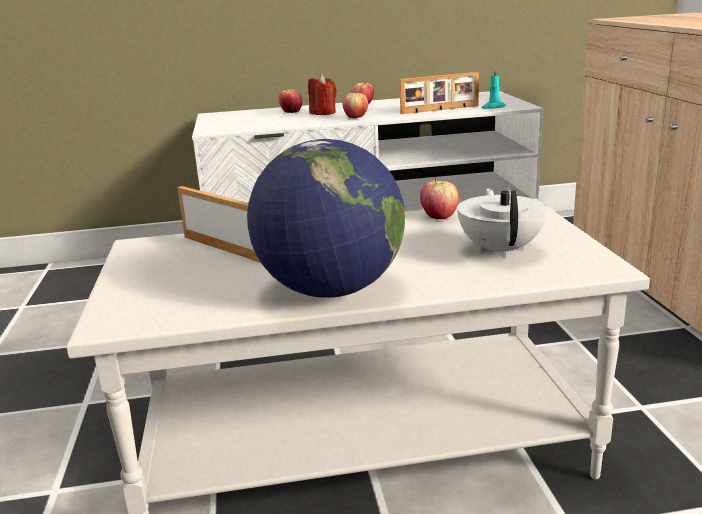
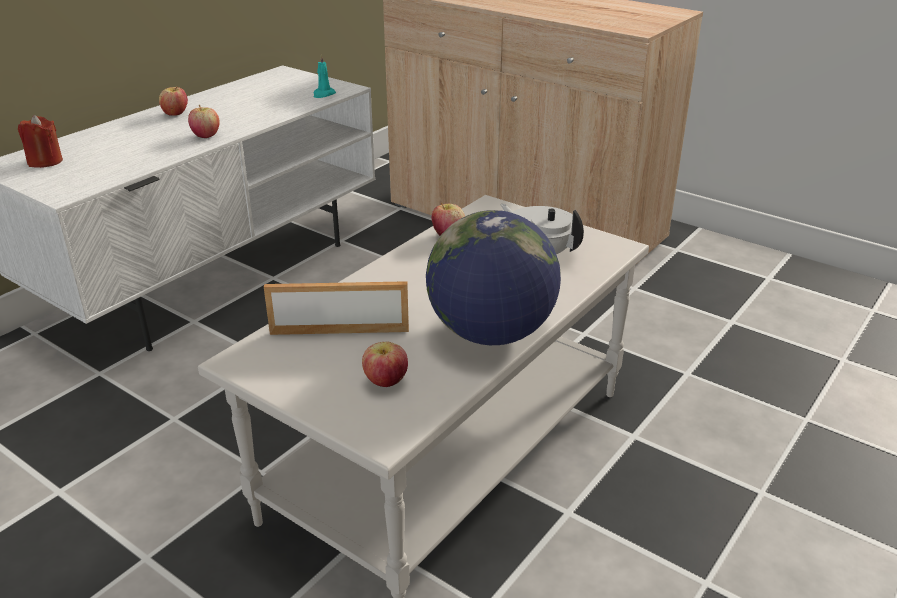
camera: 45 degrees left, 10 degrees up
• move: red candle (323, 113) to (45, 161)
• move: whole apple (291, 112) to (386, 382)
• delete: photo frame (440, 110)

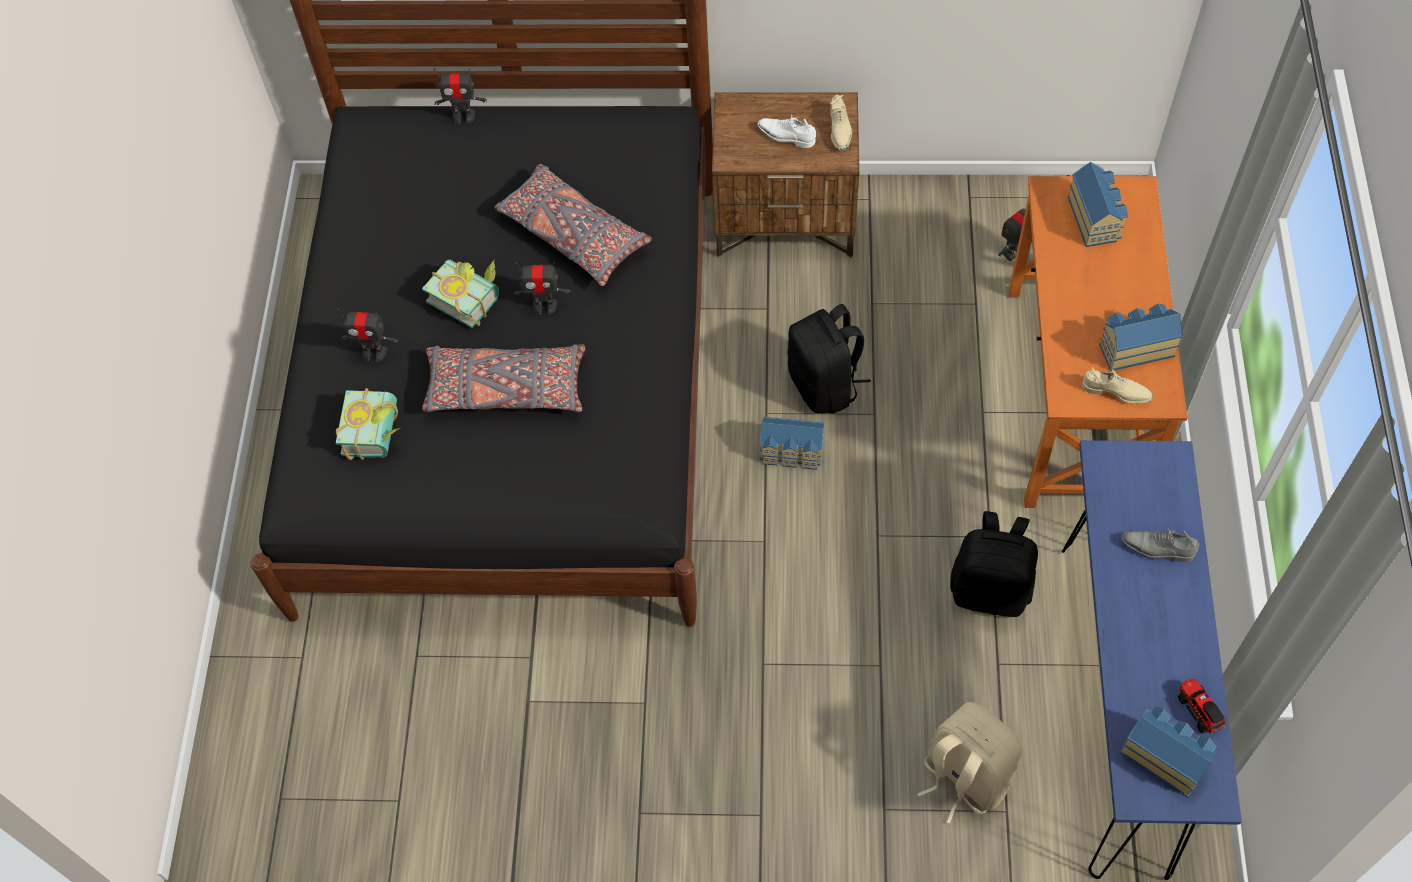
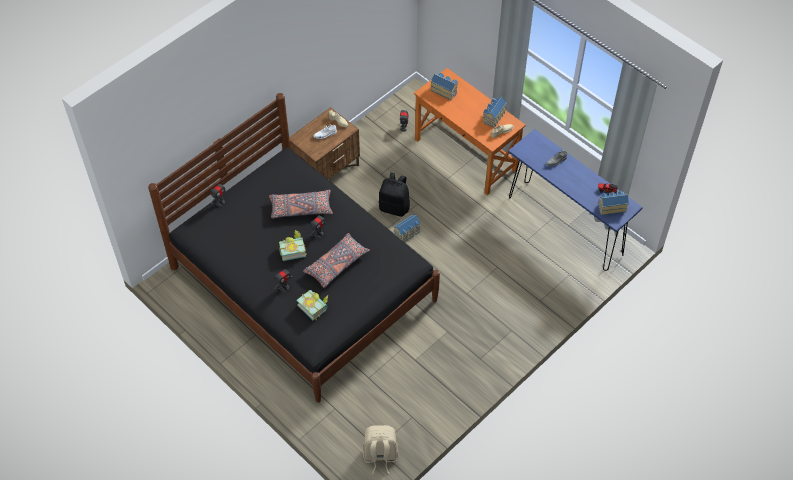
camera: 50 degrees left, 5 degrees down
• move: beige rucksack (964, 776) to (380, 456)
• delete: black-coloured rucksack (991, 589)

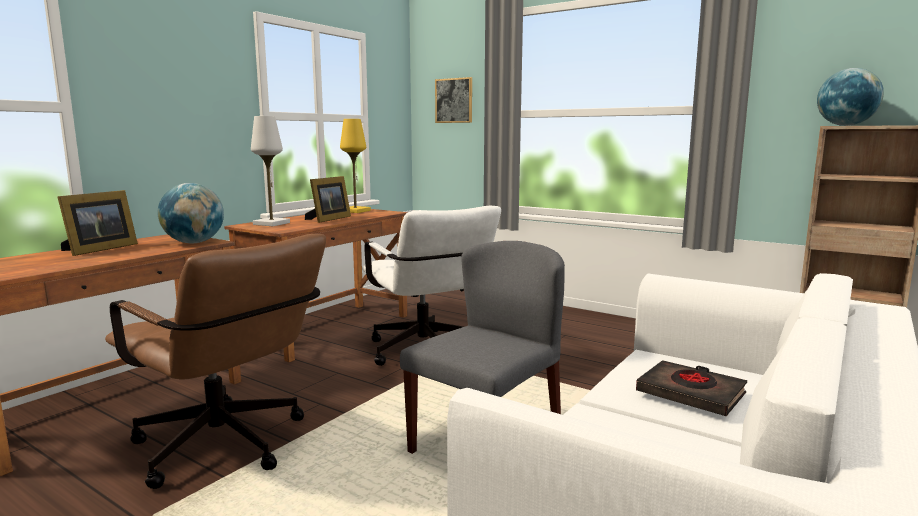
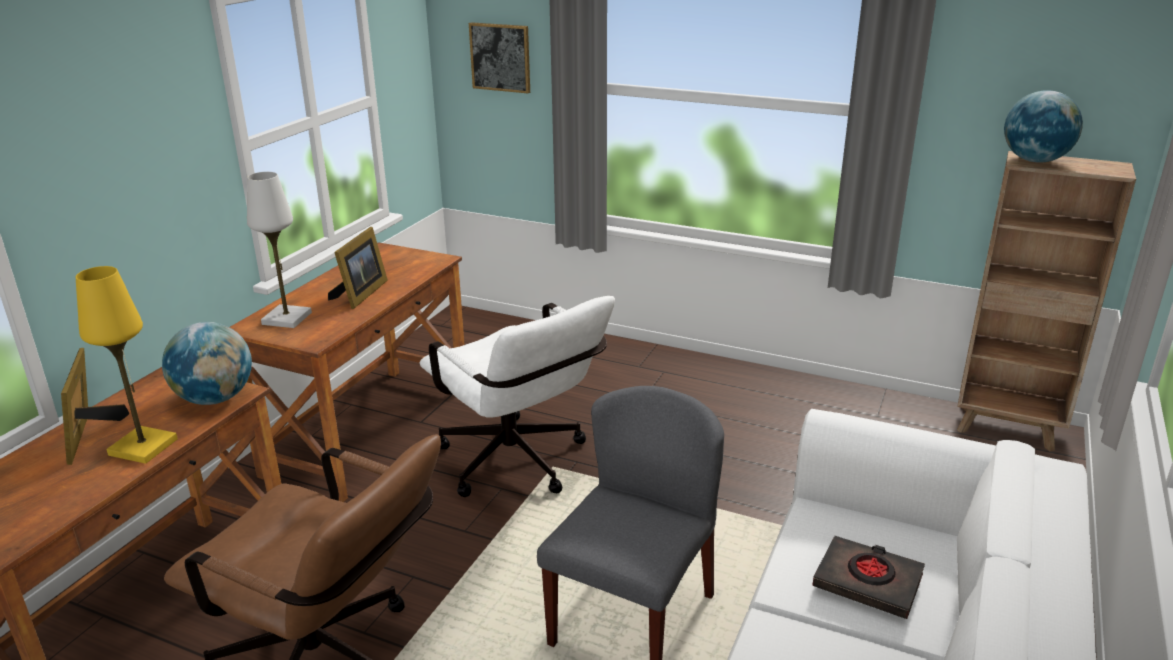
camera: 10 degrees left, 15 degrees up
• rotate: photo frame (98, 249) = (92, 435) 150 degrees clockwise
• move: yellow tabletop lamp (355, 211) to (143, 447)

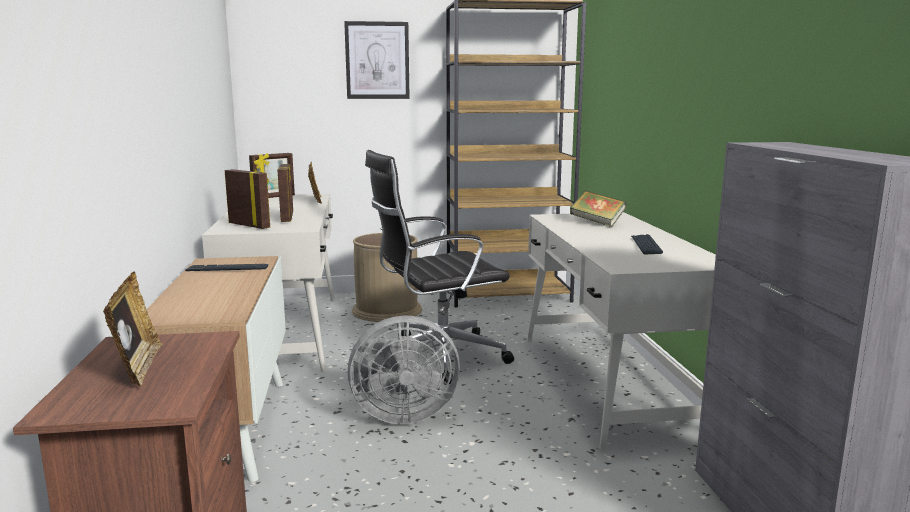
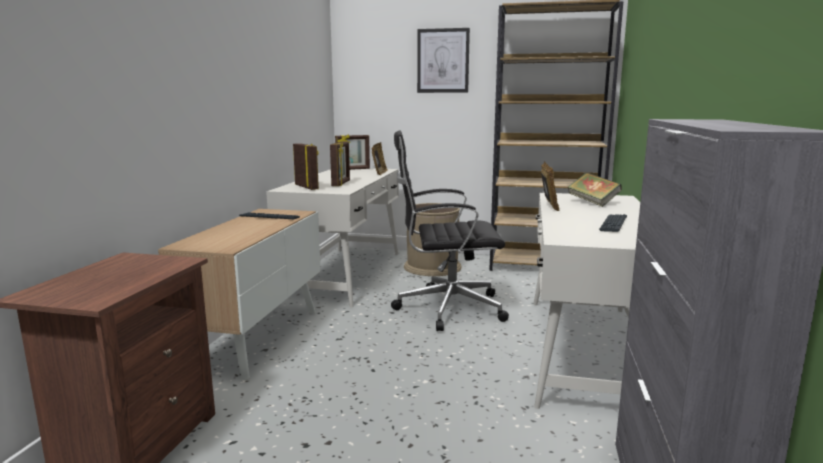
camera: 20 degrees right, 0 degrees up
• move: photo frame (138, 368) to (548, 206)
• delete: gray cooling fan (400, 414)

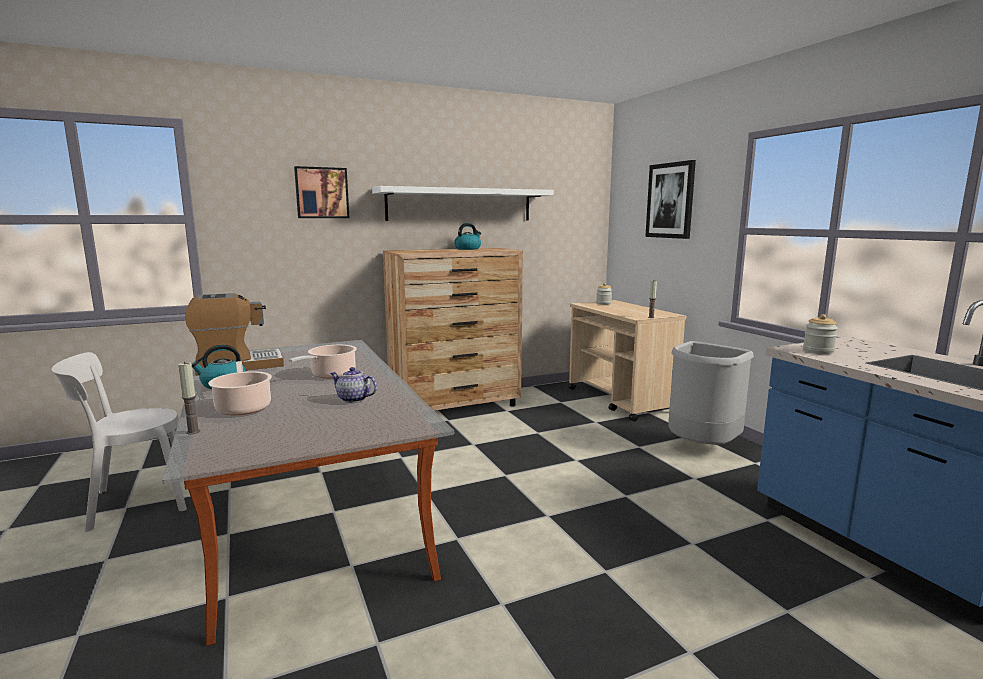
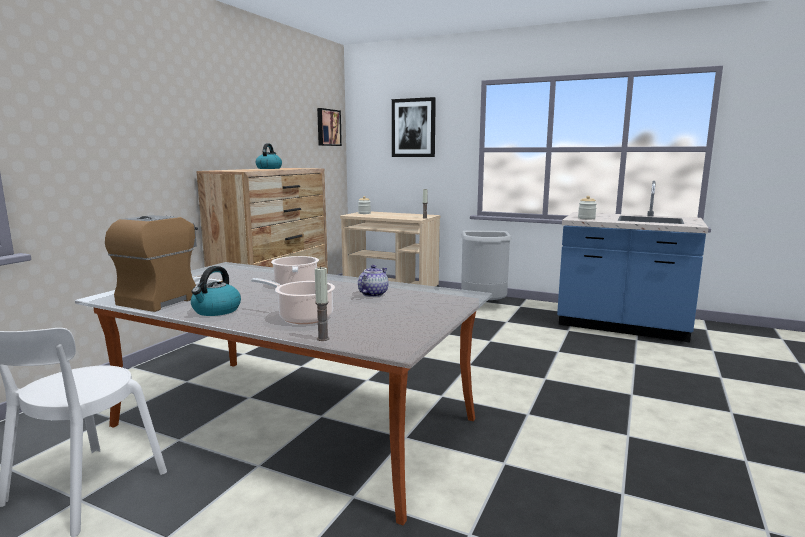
camera: 40 degrees left, 0 degrees up
• move: wall art (322, 193) to (328, 127)
• rotate: teapot (353, 399) = (372, 294) 135 degrees clockwise
• delete: white-coloured shelf (460, 205)

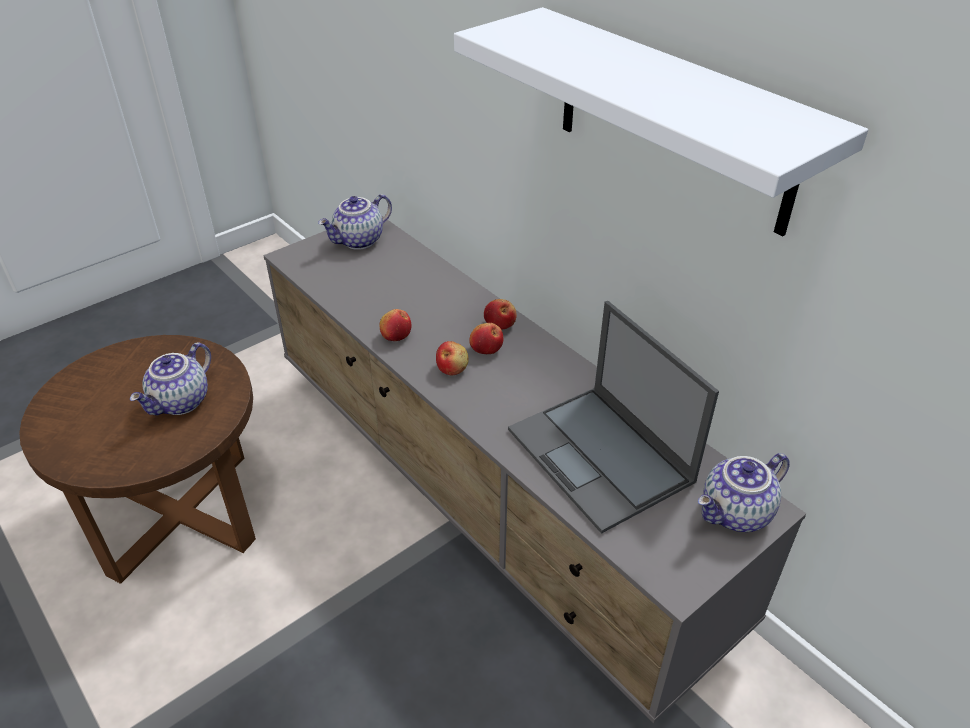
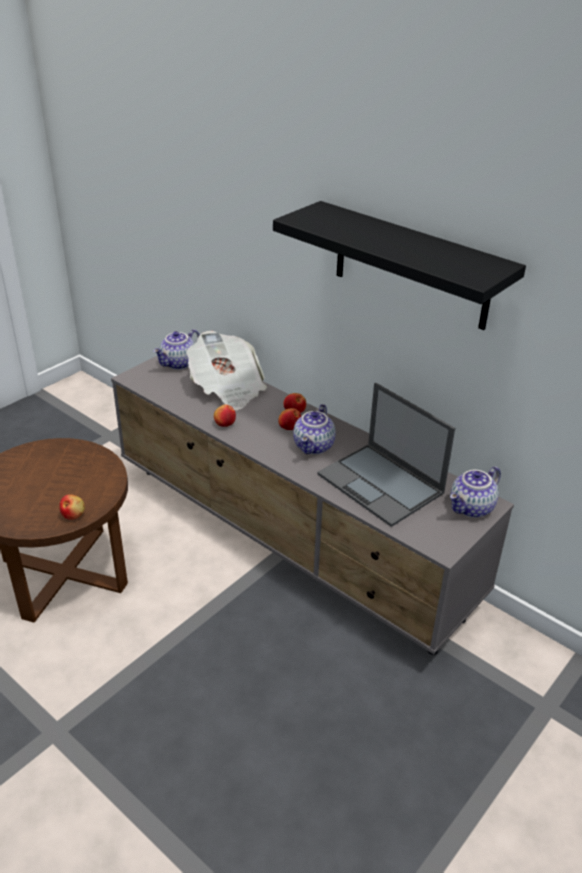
camera: 10 degrees left, 5 degrees down
• move: whole apple (452, 368) to (73, 514)
• insert: newspaper (227, 388)
• recolor: white-coloured shelf (673, 120) to black-coloured shelf (411, 266)
• move: teapot (181, 402) to (314, 446)

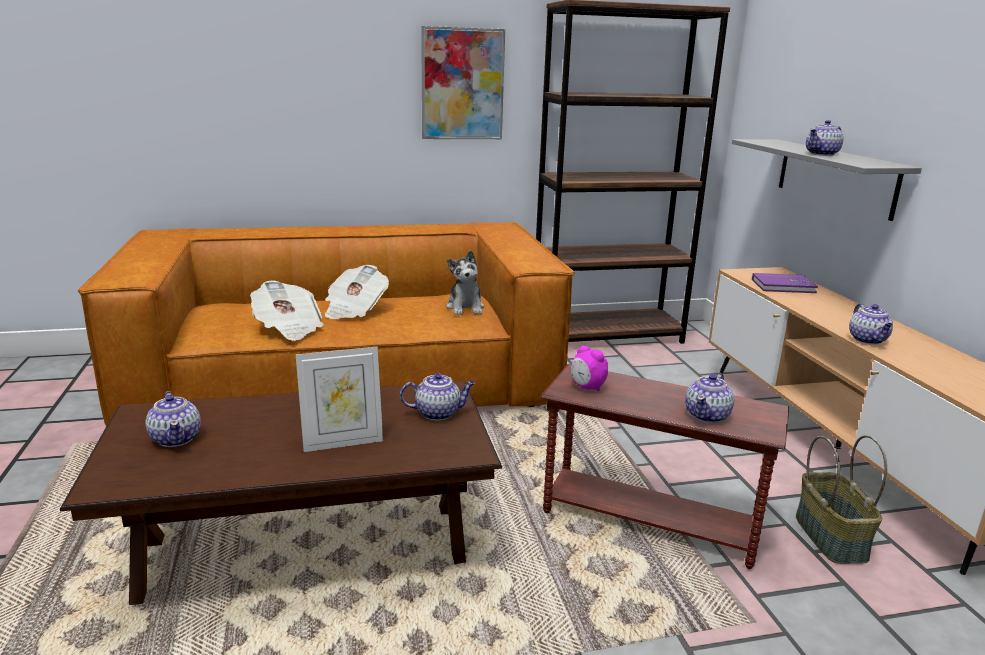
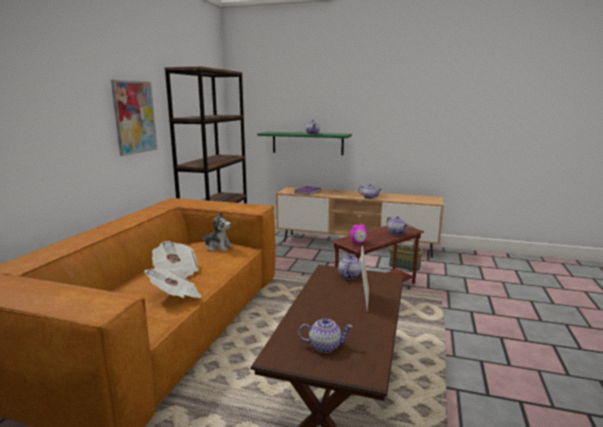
camera: 60 degrees left, 5 degrees down
• recolor: gray shelf (835, 177) to greenish shelf (307, 143)

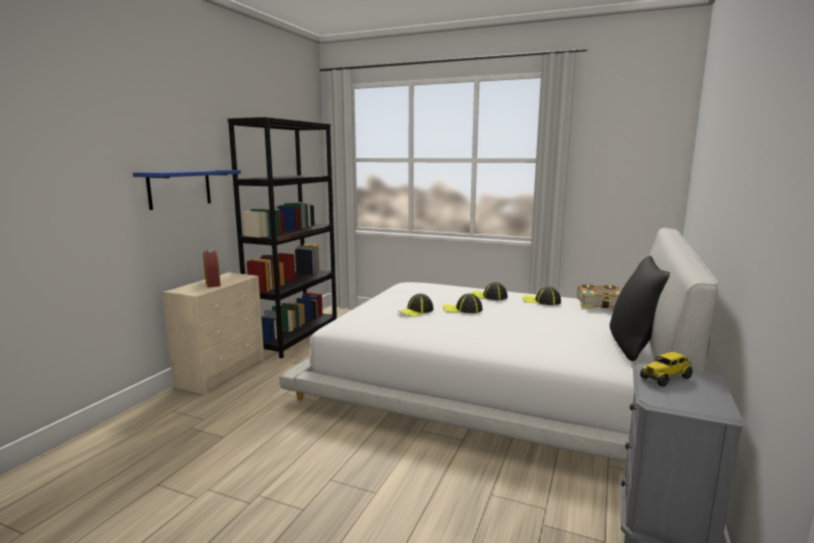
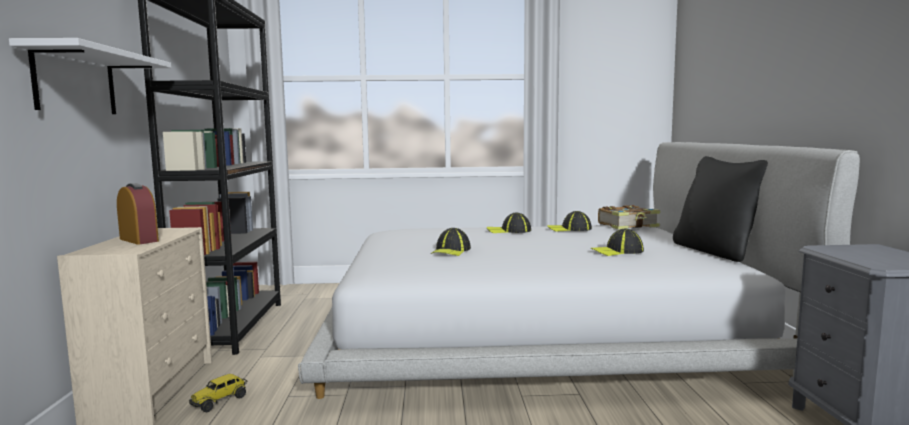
camera: 25 degrees left, 5 degrees down
• recolor: bluish shelf (180, 188) to white-coloured shelf (75, 82)
• move: toy lorry (666, 378) to (220, 401)
• move: baseball cap (462, 309) to (617, 251)

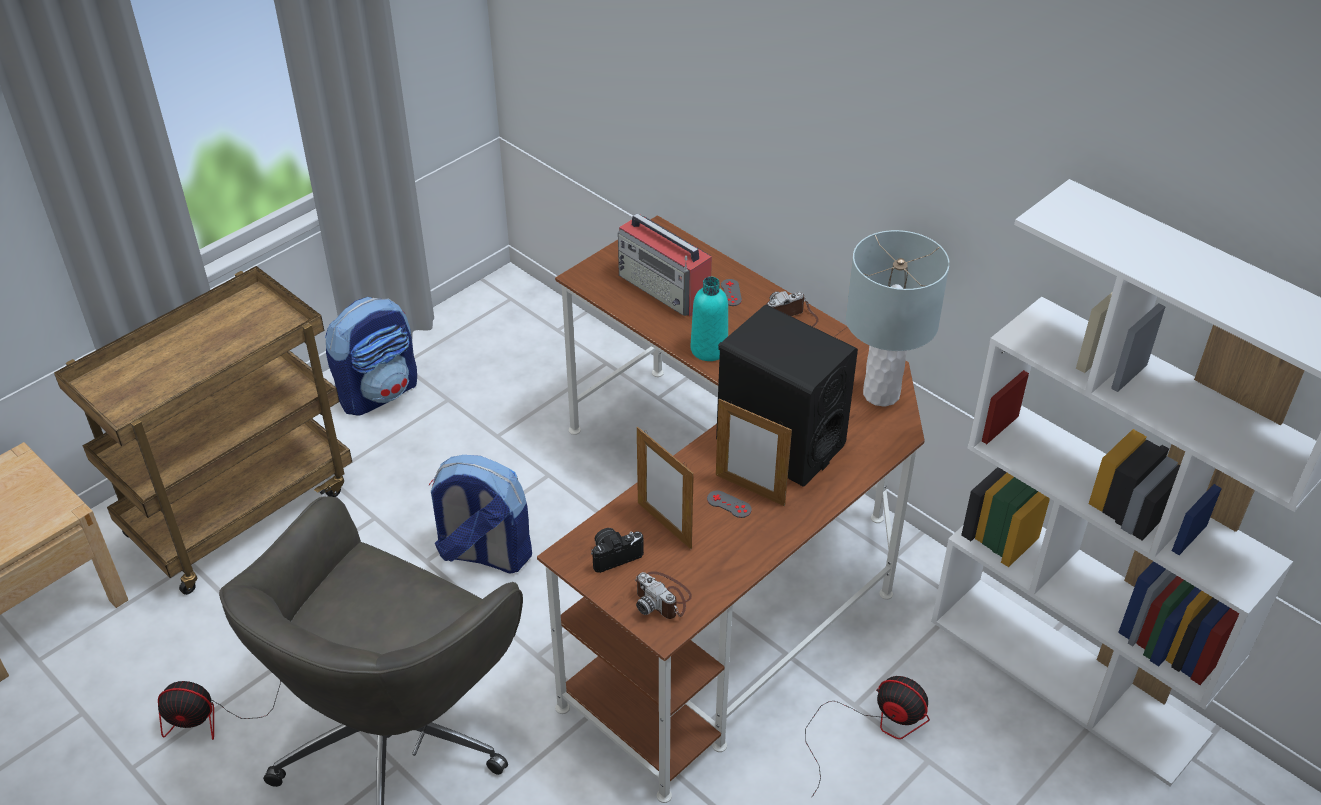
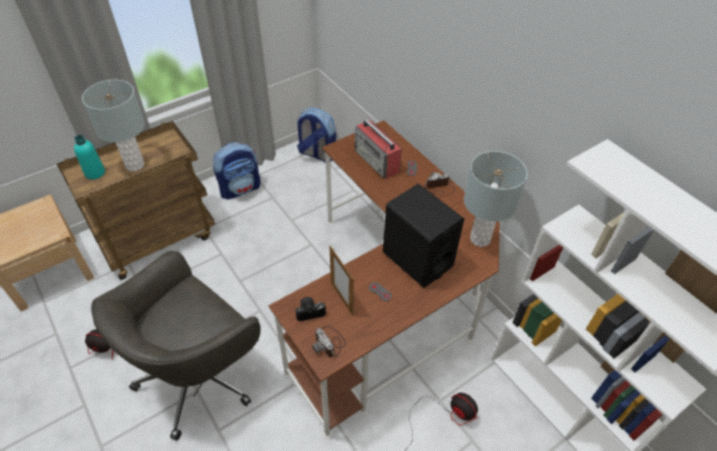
camera: 10 degrees right, 5 degrees up
• move: turquoise drink bottle (709, 349) to (95, 173)
• insert: gray tabletop lamp (135, 165)
• move: rucksack (483, 553) to (317, 154)
• delete: photo frame (750, 490)

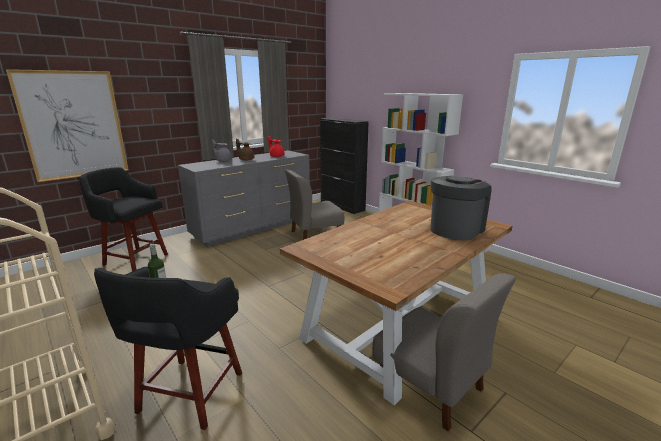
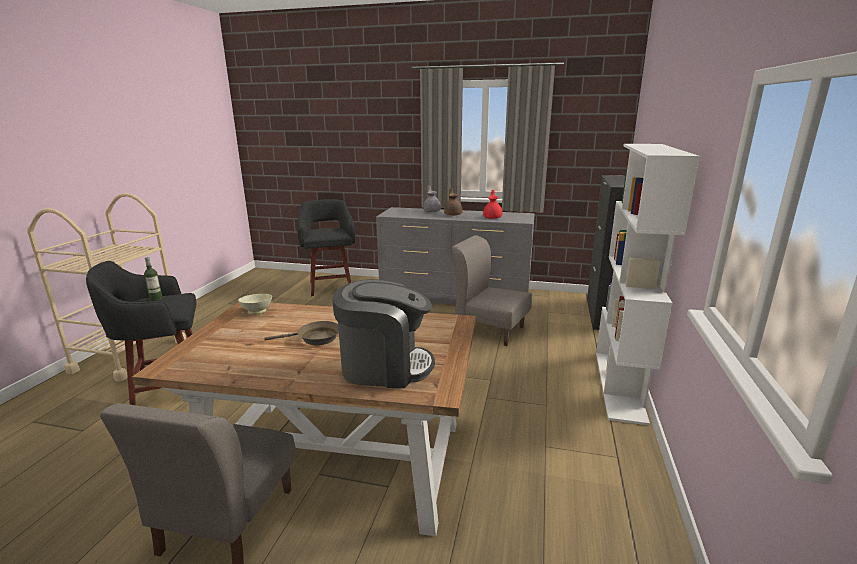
camera: 55 degrees right, 0 degrees up
• insert: beige bowl (257, 311)
• insert: brown-coloured skillet (315, 338)
• delete: wall art (73, 125)

